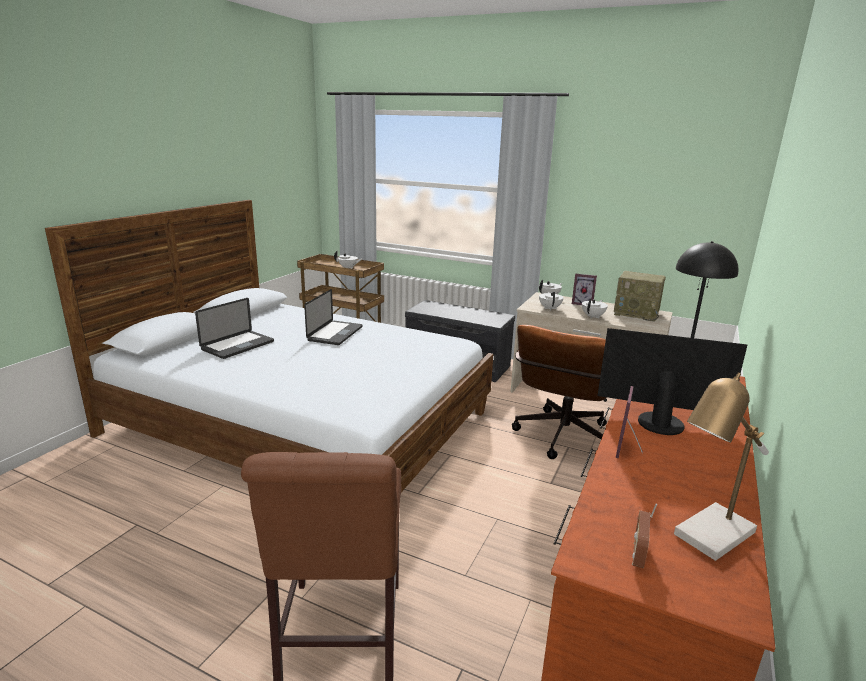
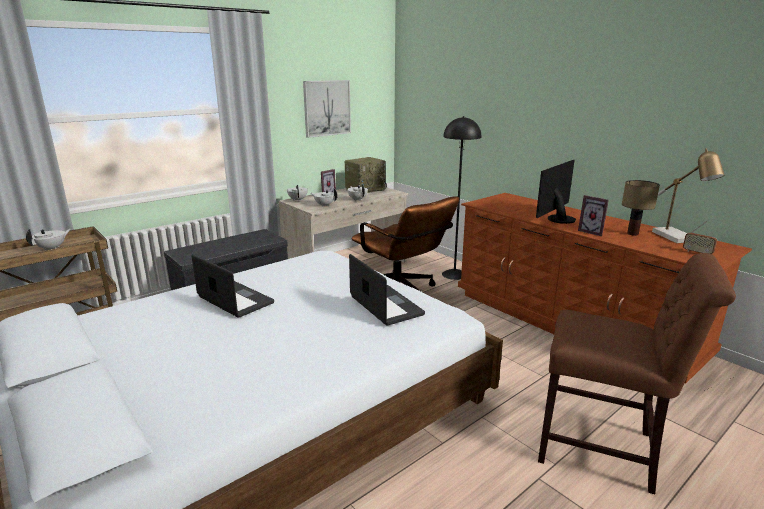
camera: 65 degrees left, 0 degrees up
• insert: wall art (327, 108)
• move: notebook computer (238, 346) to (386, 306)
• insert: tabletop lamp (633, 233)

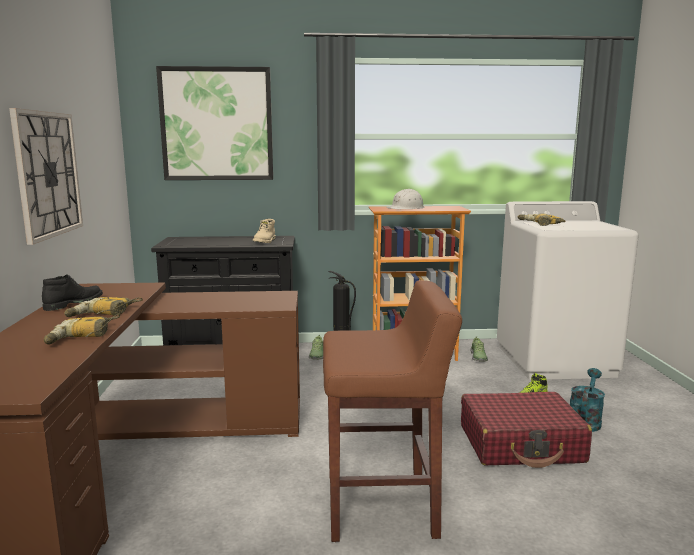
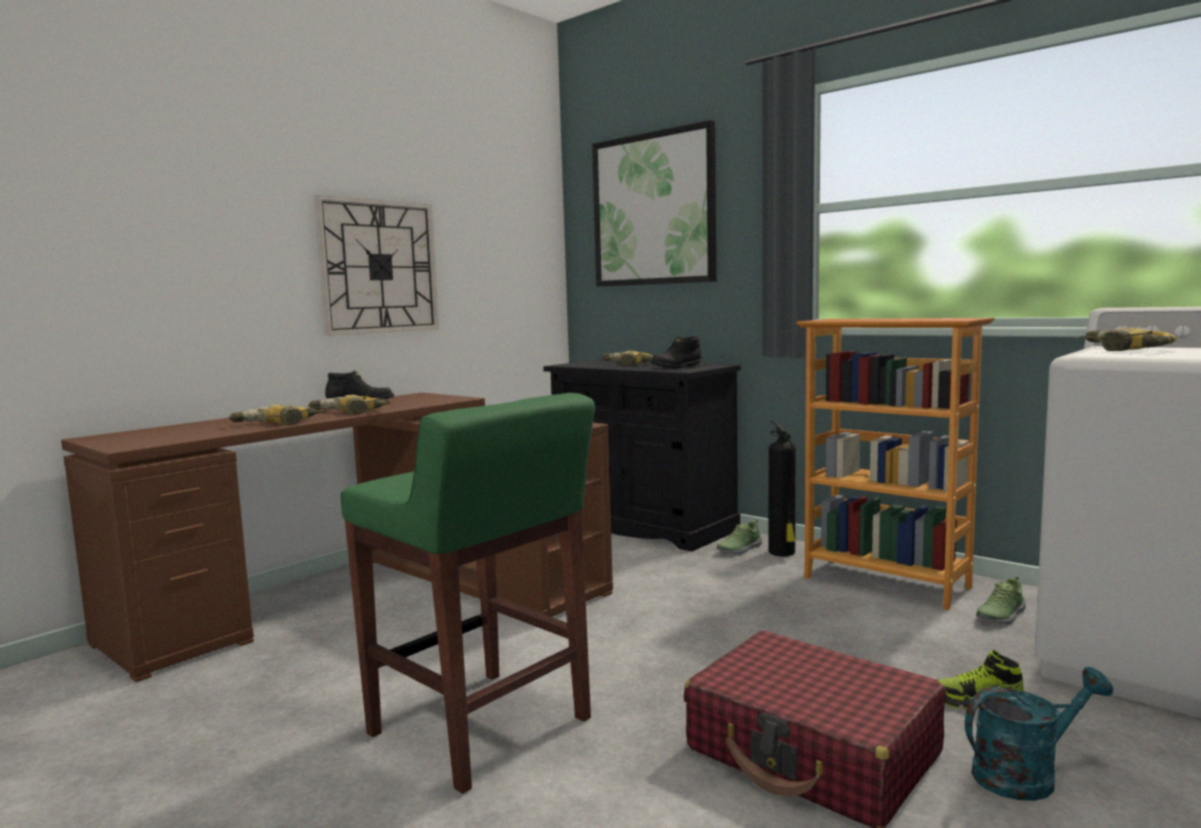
camera: 45 degrees right, 5 degrees down
• recolor: brown-coloured stool seat (383, 505) to greenish stool seat (482, 728)
• insert: power drill (626, 364)
• recolor: beige high-top boot (265, 241) to black-coloured high-top boot (677, 367)
• delete: white-coloured hard hat (406, 208)

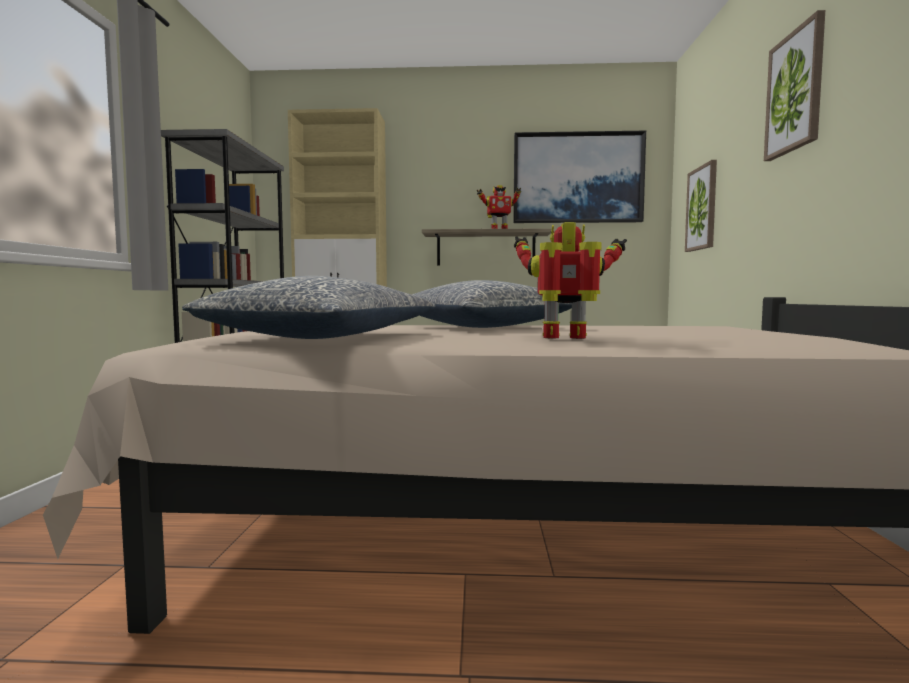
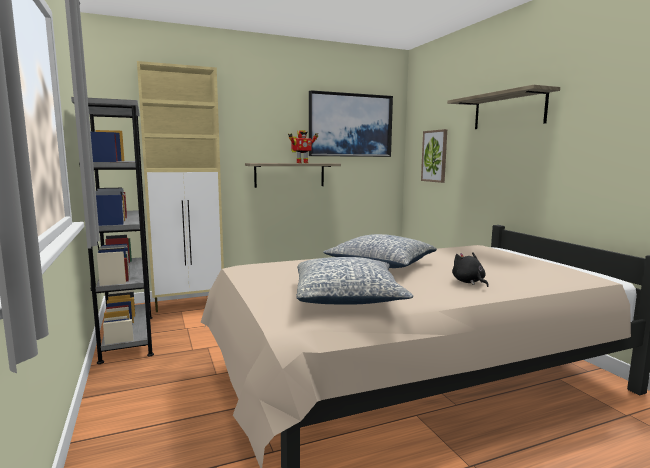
camera: 25 degrees left, 5 degrees up
• replace: wall art (795, 92) to shelf (508, 111)
• replace: robot figure (566, 338) to black-coloured soft toy (469, 282)

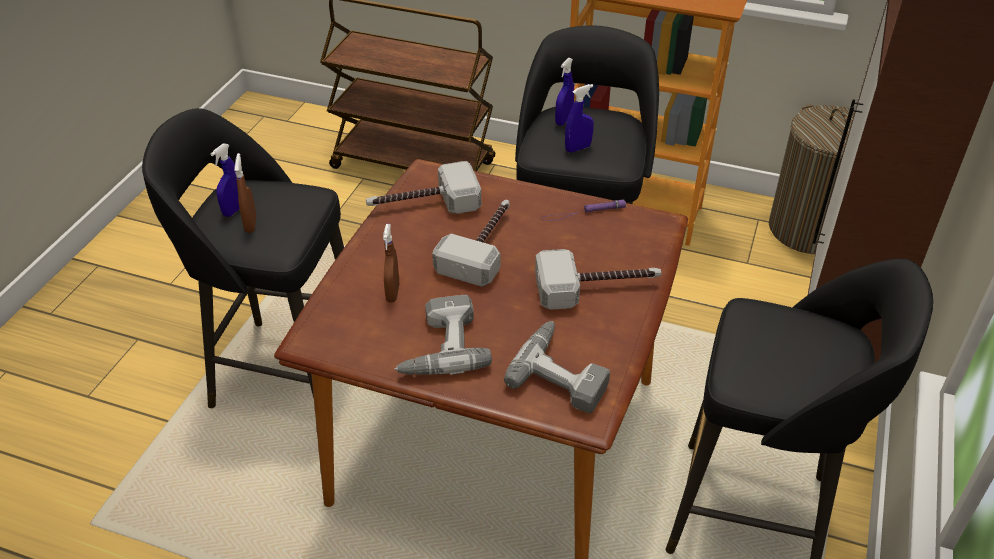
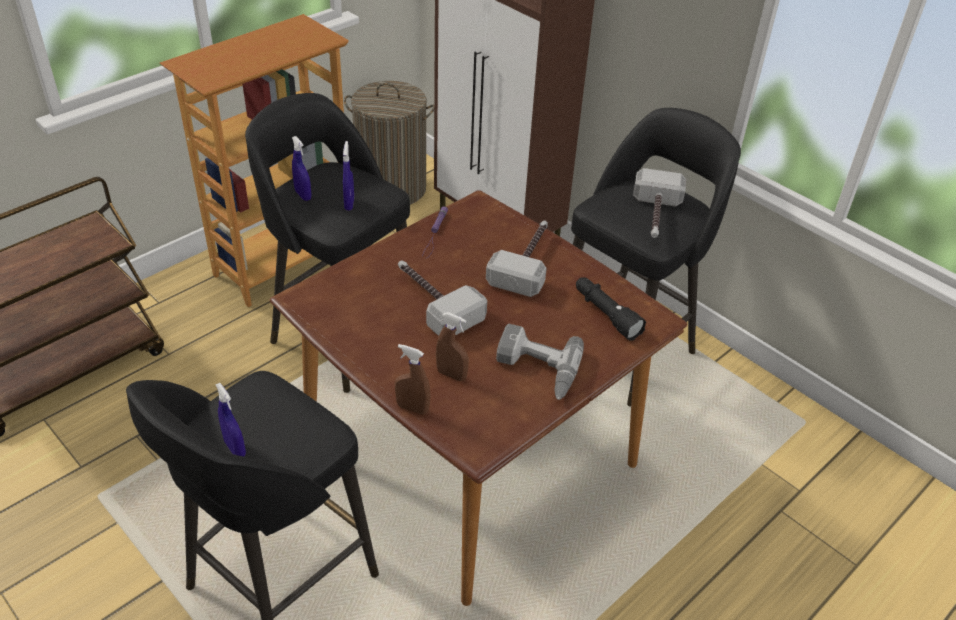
camera: 65 degrees left, 0 degrees up
• move: brown-coloured sprayer (251, 224) to (412, 408)
• replace: power drill (563, 372) to black-coloured flashlight (606, 314)
• move: hand hammer (422, 204) to (655, 216)

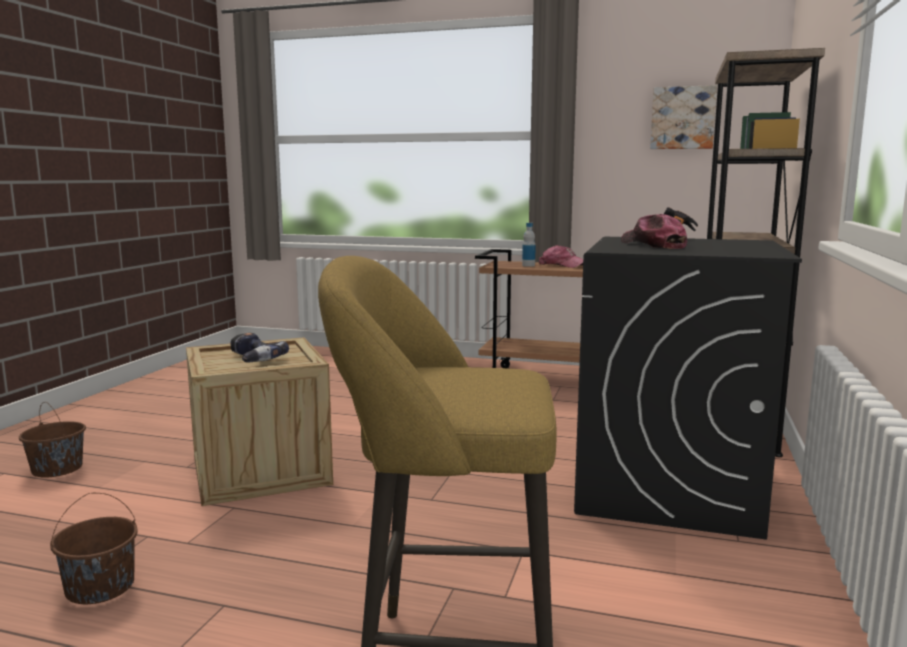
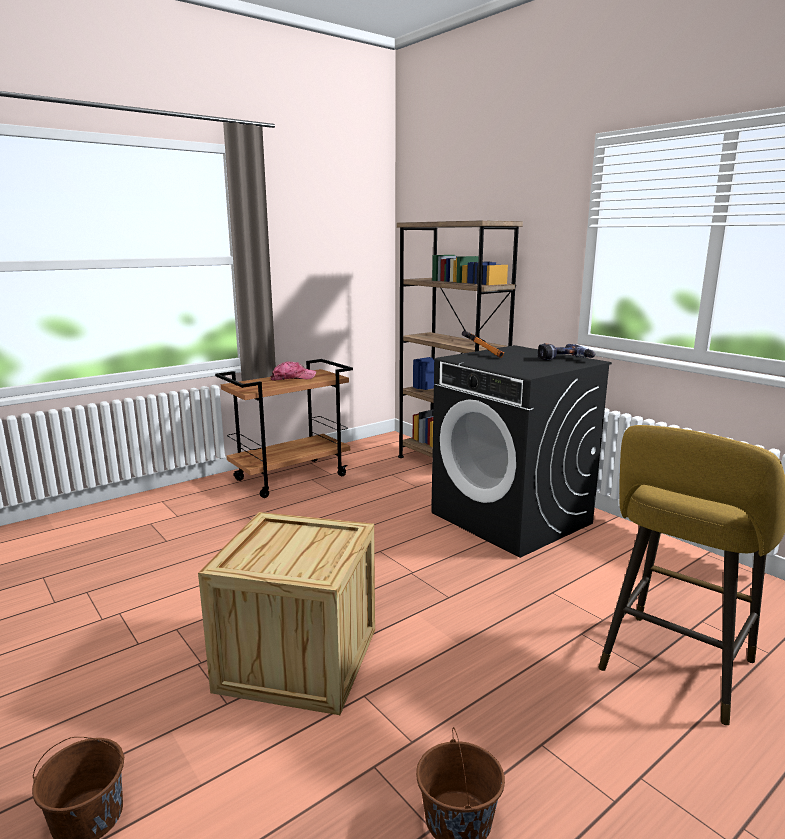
camera: 55 degrees left, 5 degrees up
• move: power drill (251, 359) to (564, 360)
• delete: drink bottle (528, 265)
• delete: baseball cap (653, 245)
• delete: wall art (682, 118)

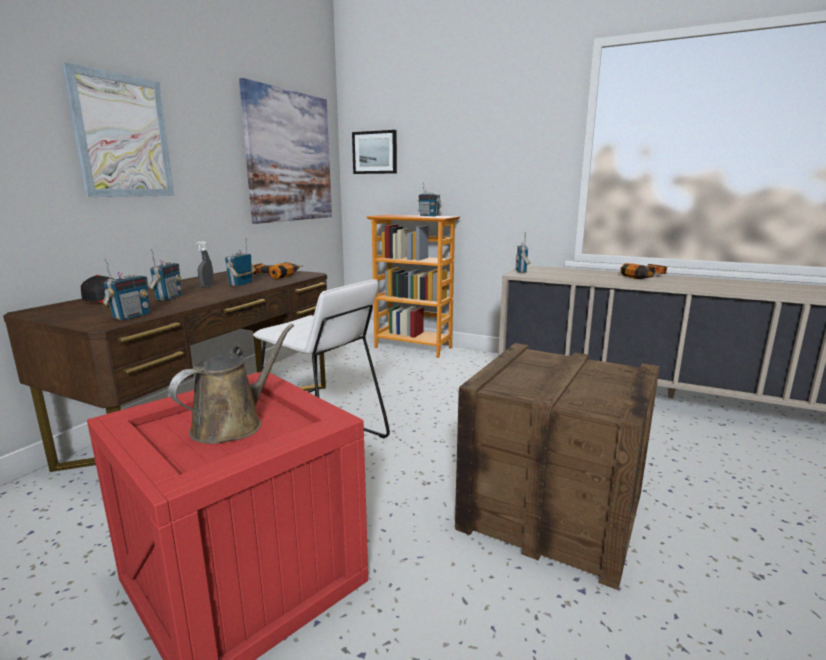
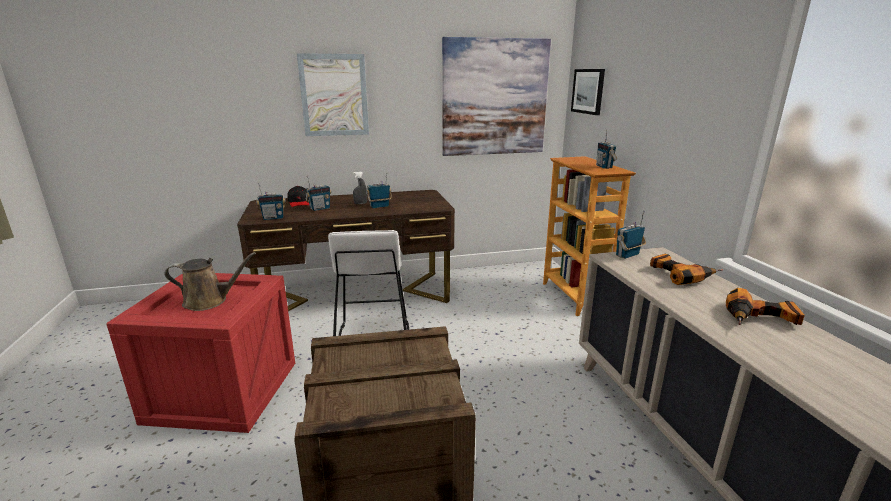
camera: 50 degrees right, 5 degrees up
• move: power drill (276, 275) to (680, 274)

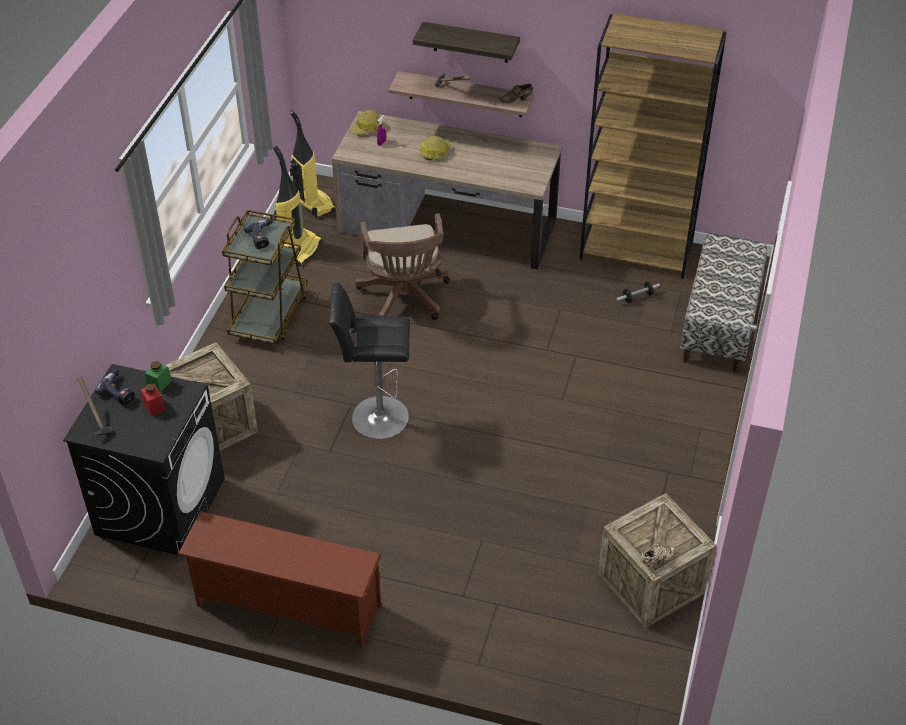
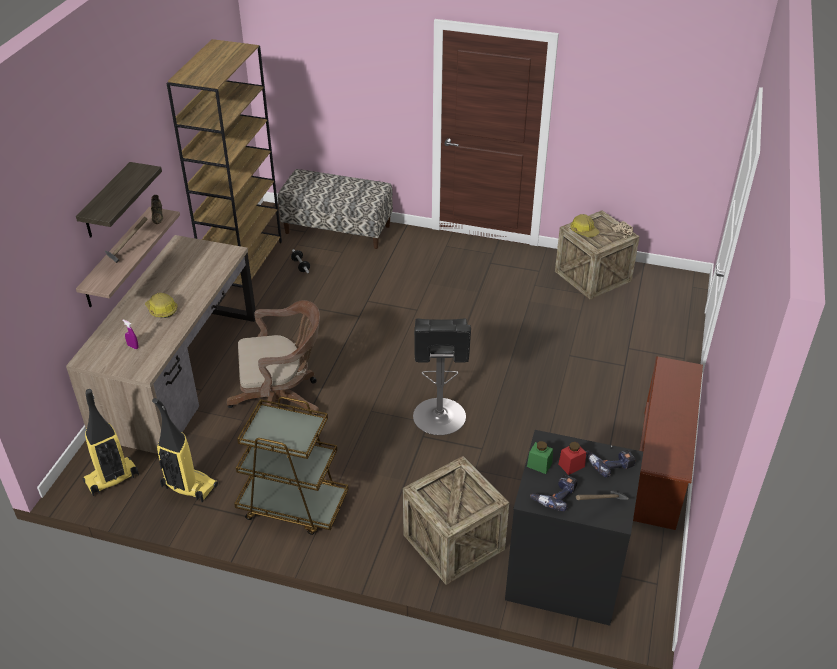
camera: 90 degrees left, 5 degrees down
• move: hard hat (367, 128) to (584, 231)
• move: power drill (262, 237) to (609, 463)

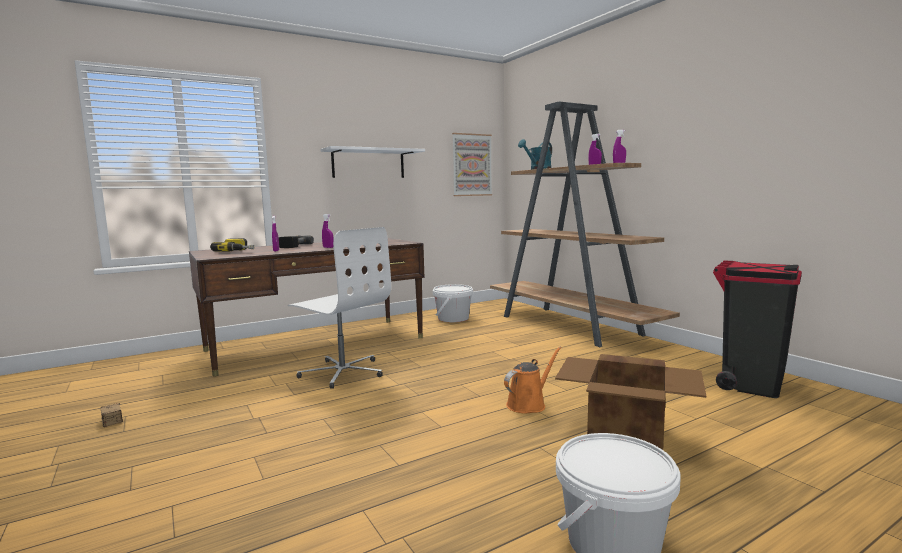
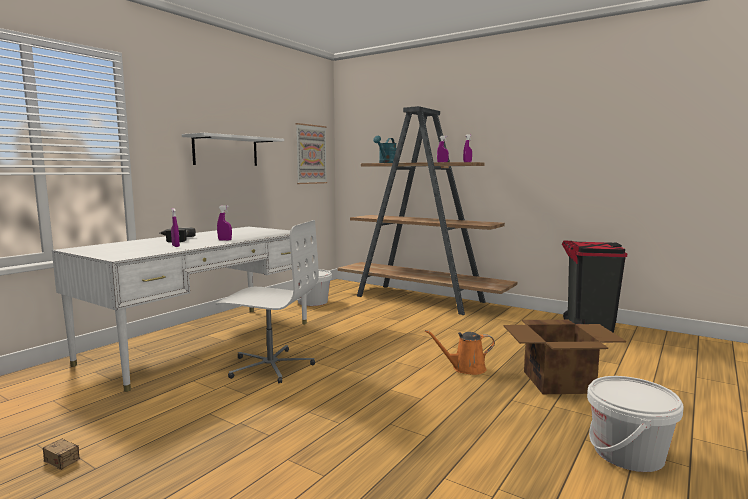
camera: 25 degrees left, 0 degrees up
• recolor: brown-coloured desk (316, 344) to white-coloured desk (202, 342)
• rotate: orangey watering can (528, 404) = (465, 368) 120 degrees counterclockwise
• delete: power drill (238, 251)

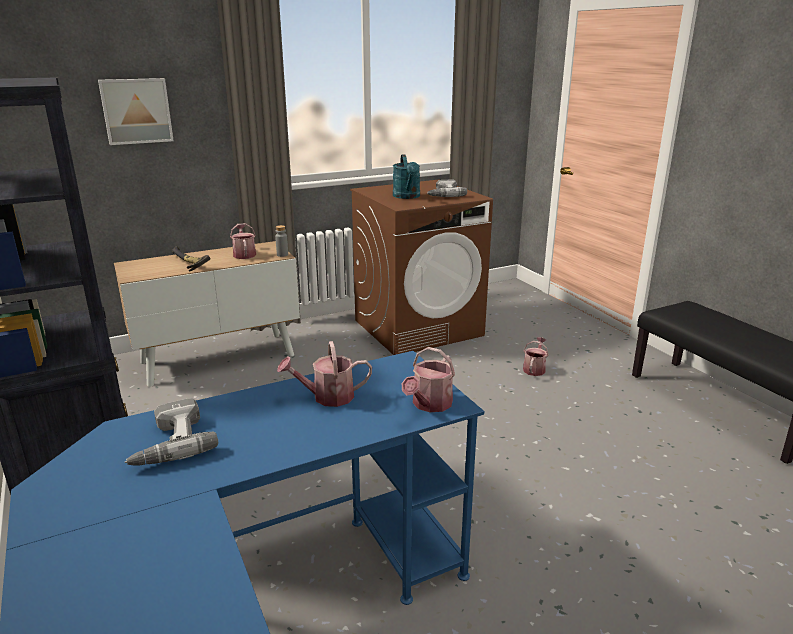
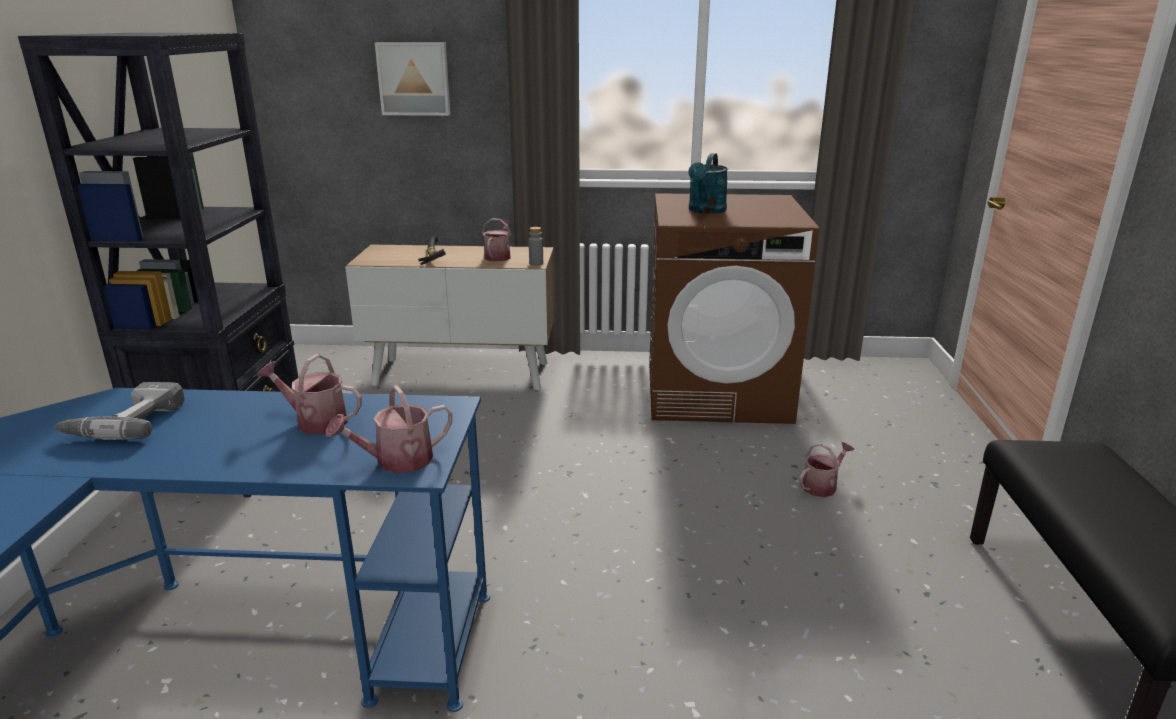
camera: 30 degrees right, 0 degrees up
• delete: power drill (443, 194)

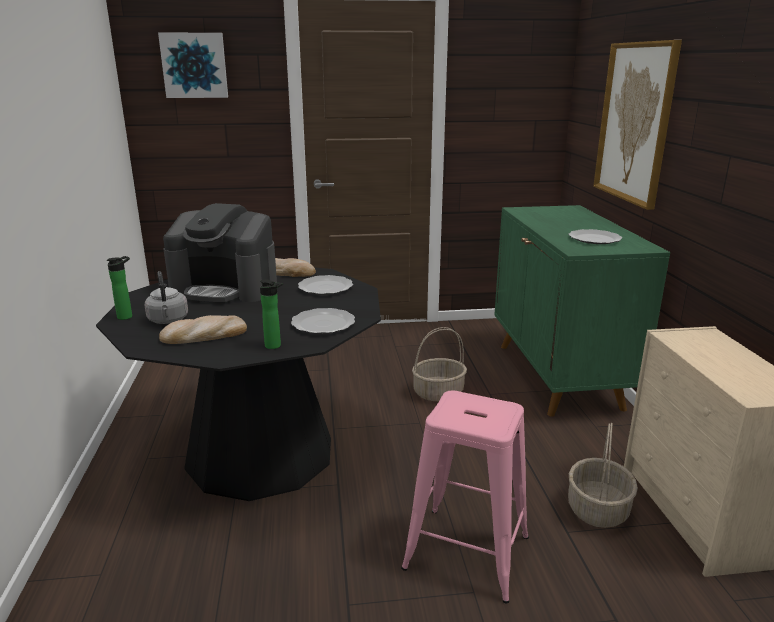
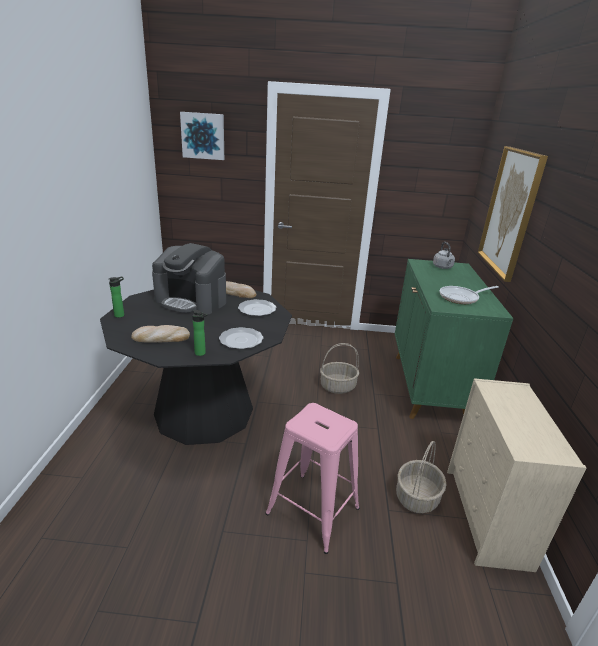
camera: 10 degrees right, 5 degrees up
• move: gray water kettle (168, 320) to (443, 267)
• replace: dinner plate (595, 239) to skillet (461, 298)

